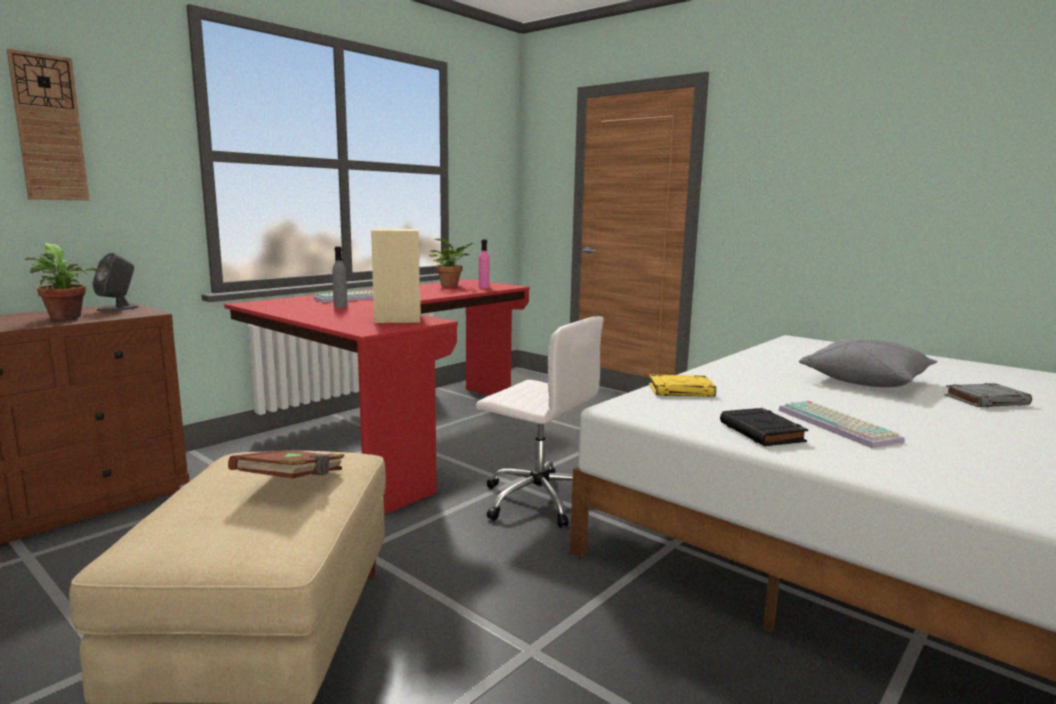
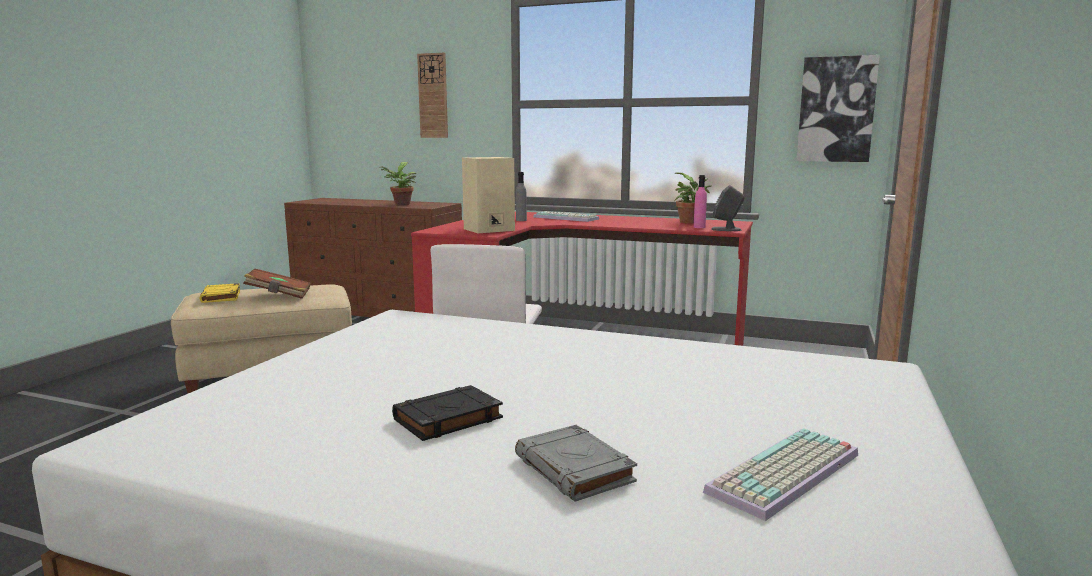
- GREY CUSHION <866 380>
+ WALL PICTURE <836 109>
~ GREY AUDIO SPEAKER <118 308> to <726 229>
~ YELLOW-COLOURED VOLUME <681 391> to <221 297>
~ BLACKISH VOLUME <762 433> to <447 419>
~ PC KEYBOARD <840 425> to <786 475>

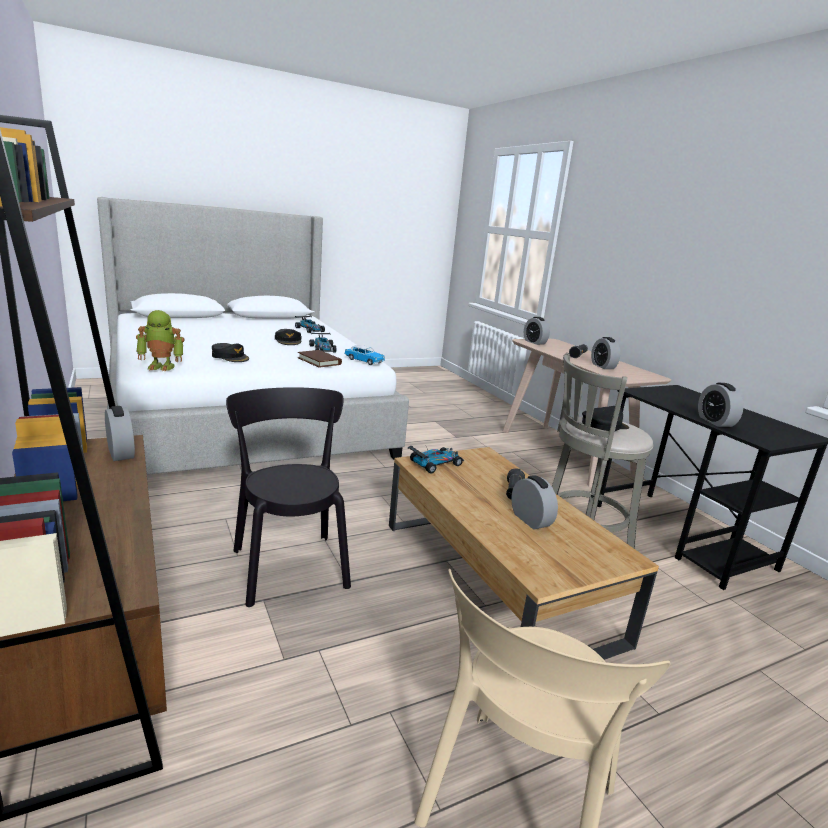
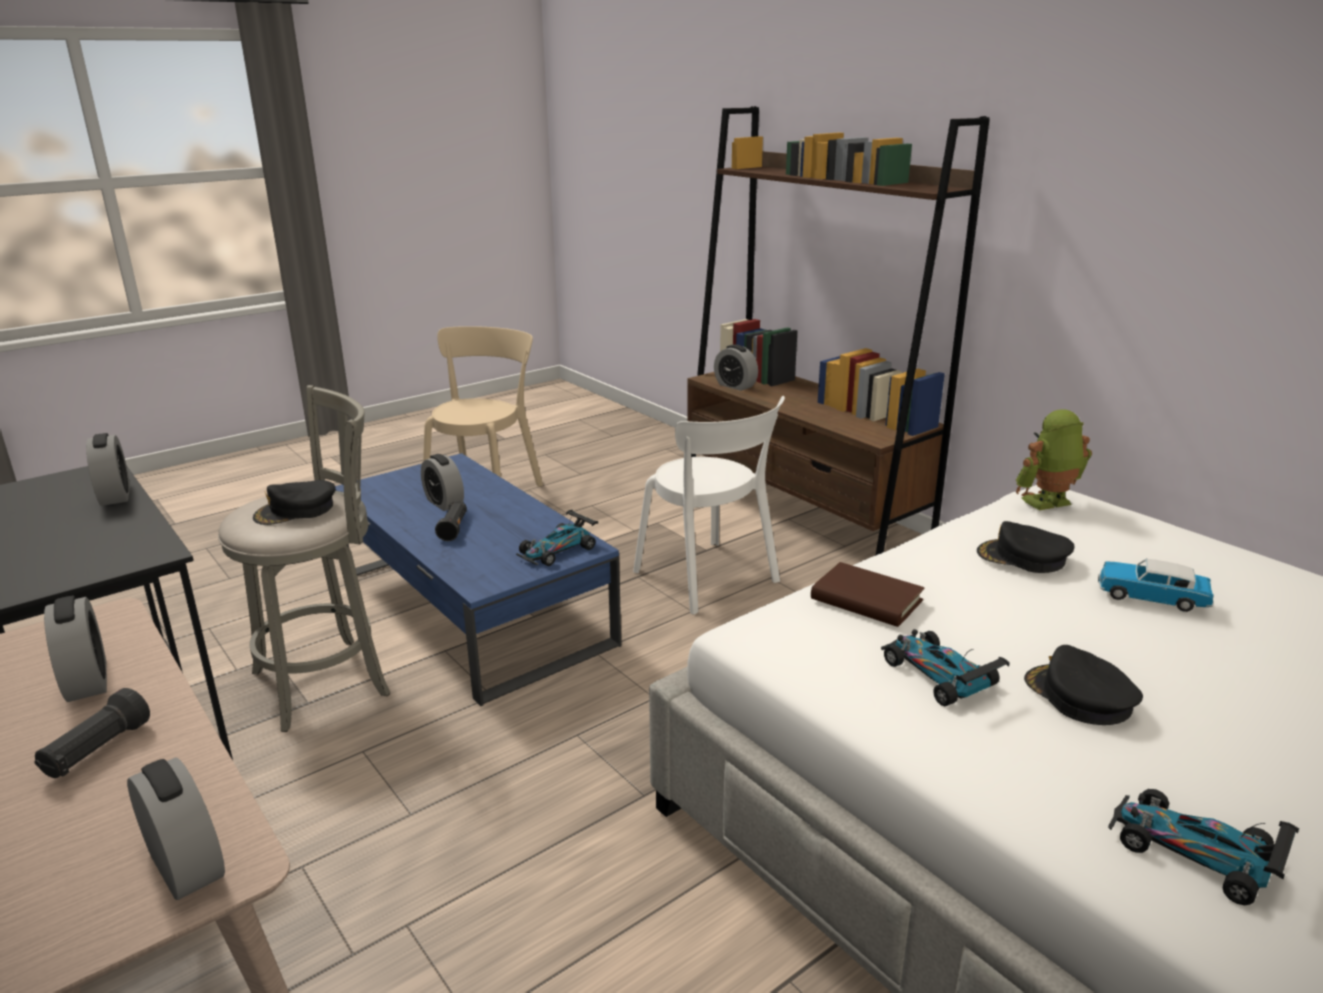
~ ALARM CLOCK <121 453> to <735 386>
~ MINIATURE CAR <364 361> to <1151 597>
~ BLACKISH PLAIN CHAIR <289 564> to WHITE-COLOURED PLAIN CHAIR <709 579>
~ BROWN LOUNGE TABLE <494 578> to BLUE LOUNGE TABLE <475 608>

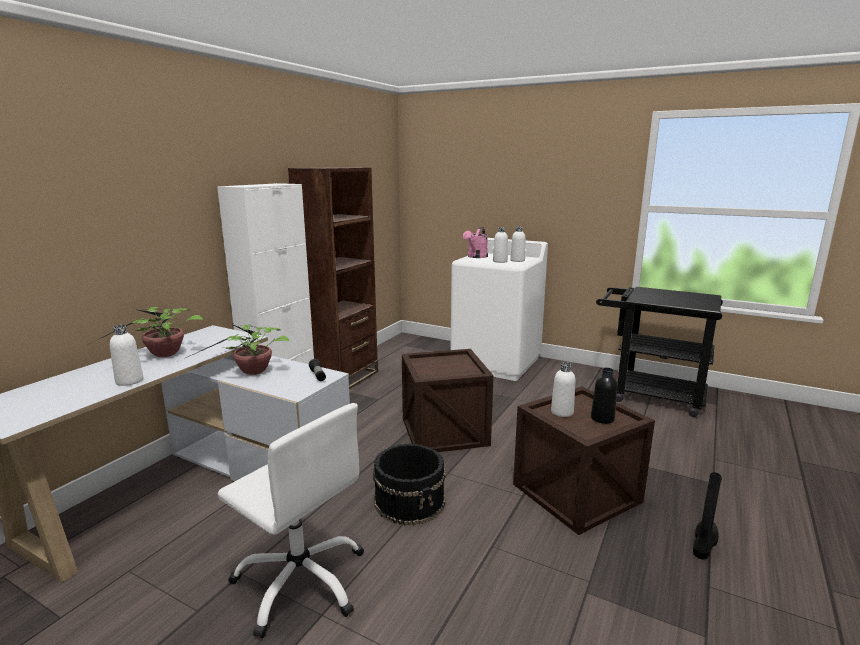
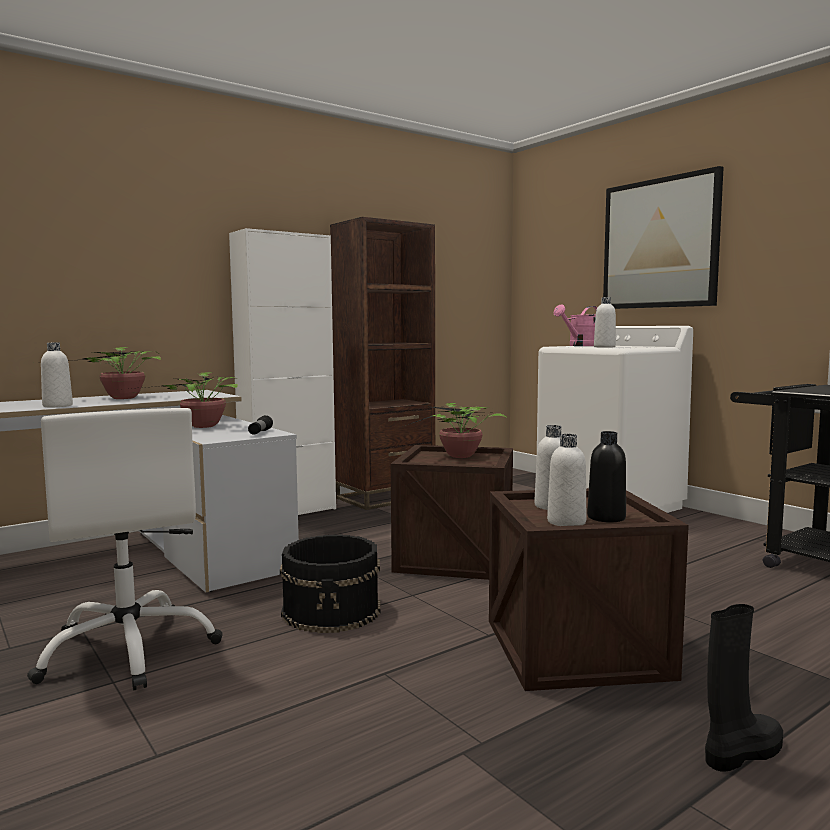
+ POTTED PLANT <458 456>
+ WALL PICTURE <660 243>
~ WHITE-COLOURED DRINK BOTTLE <517 260> to <566 522>

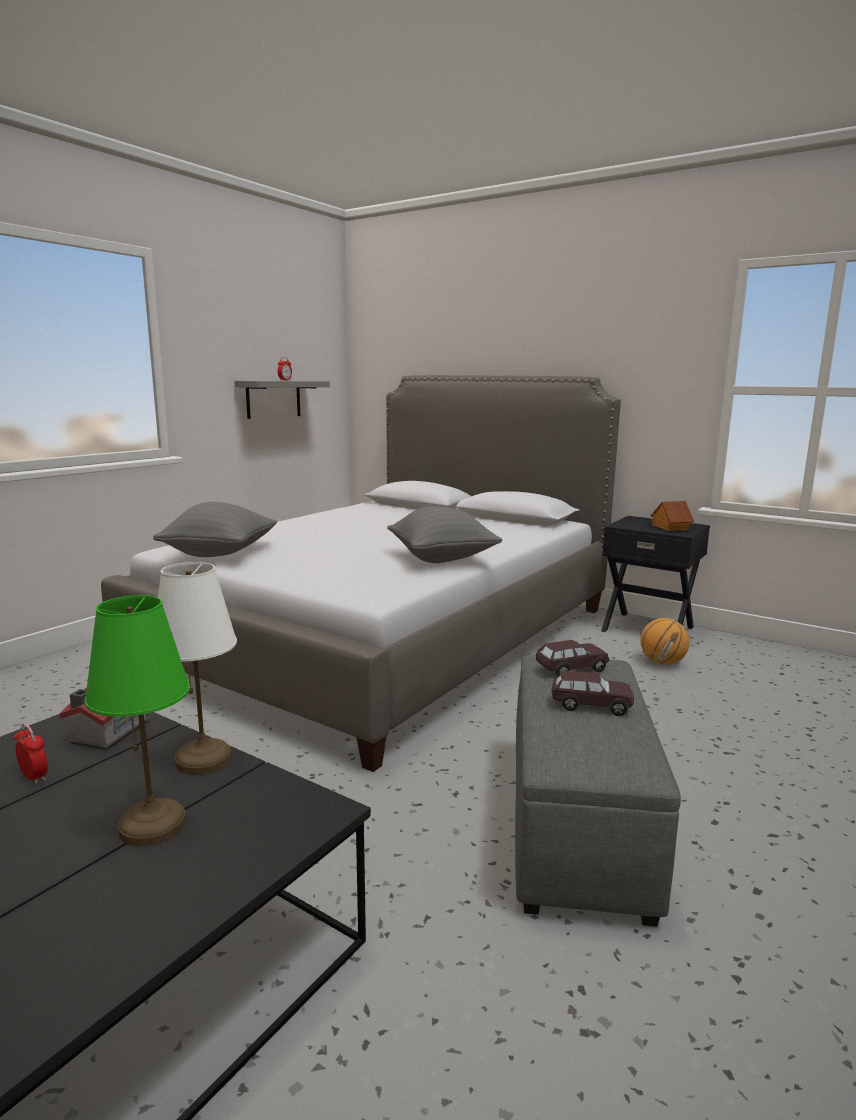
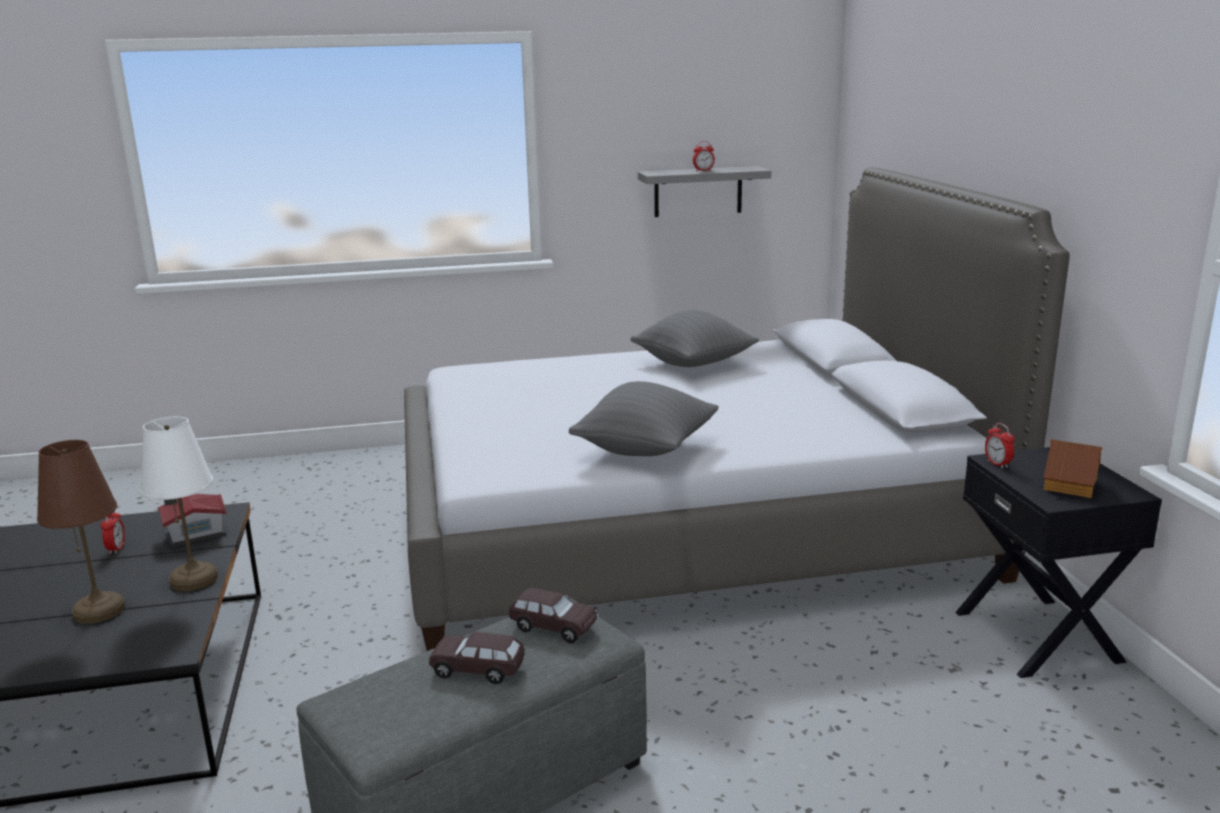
- BASKETBALL <662 662>
+ ALARM CLOCK <997 464>
~ GREY CUSHION <220 554> to <693 364>
~ GREEN-COLOURED LAMP FOR A TABLE <153 825> to BROWN LAMP FOR A TABLE <100 610>
~ BROWN MINIATURE CAR <591 705> = <478 669> 135 degrees clockwise

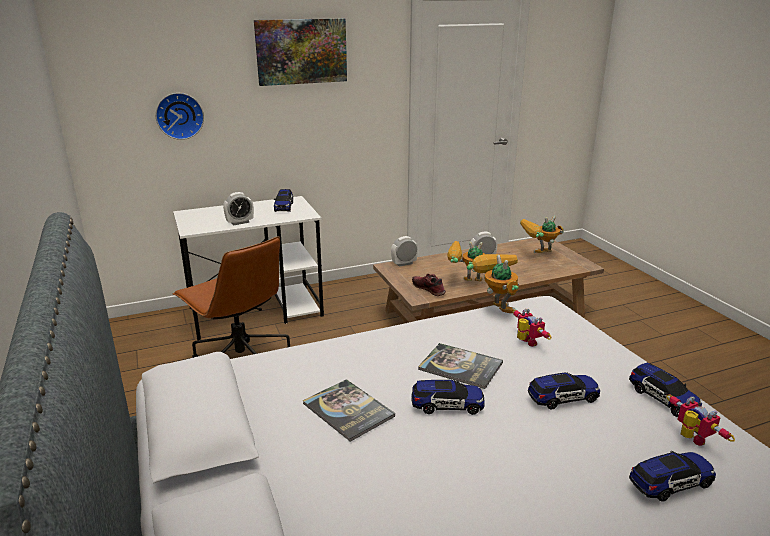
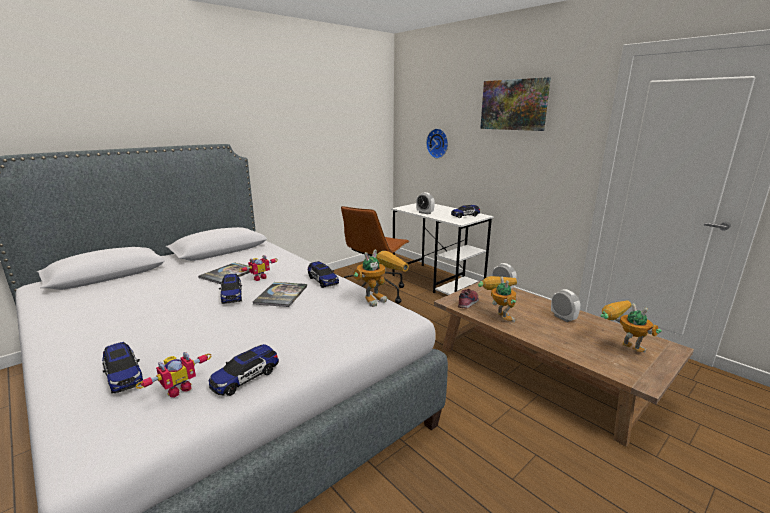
~ MODEL ROBOT <526 342> to <259 278>
~ MINIATURE CAR <563 398> to <323 280>

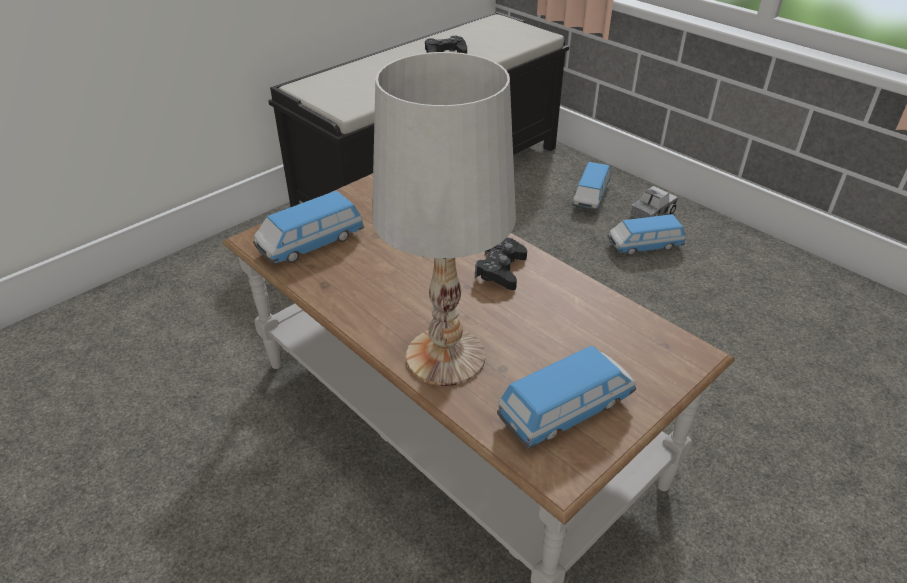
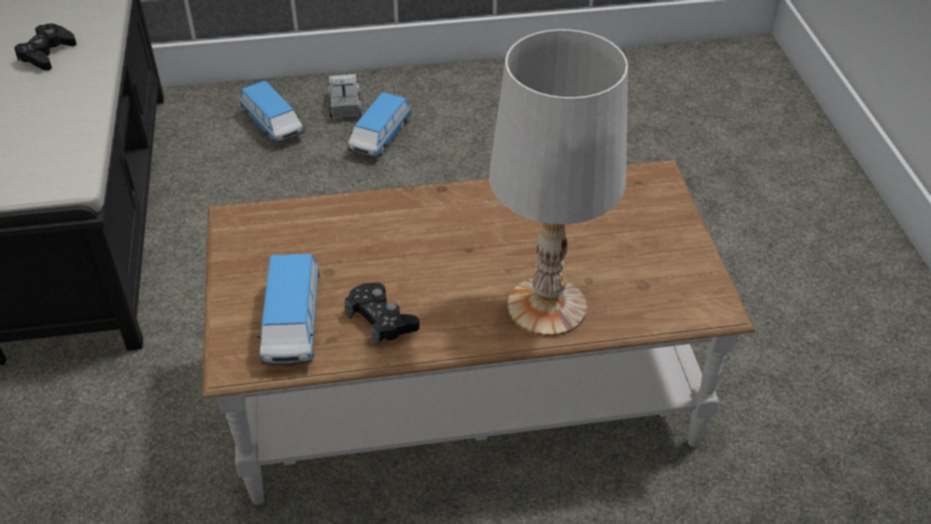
- MINIATURE CAR <566 410>
~ BLACKISH GAMEPAD <500 269> to <381 320>

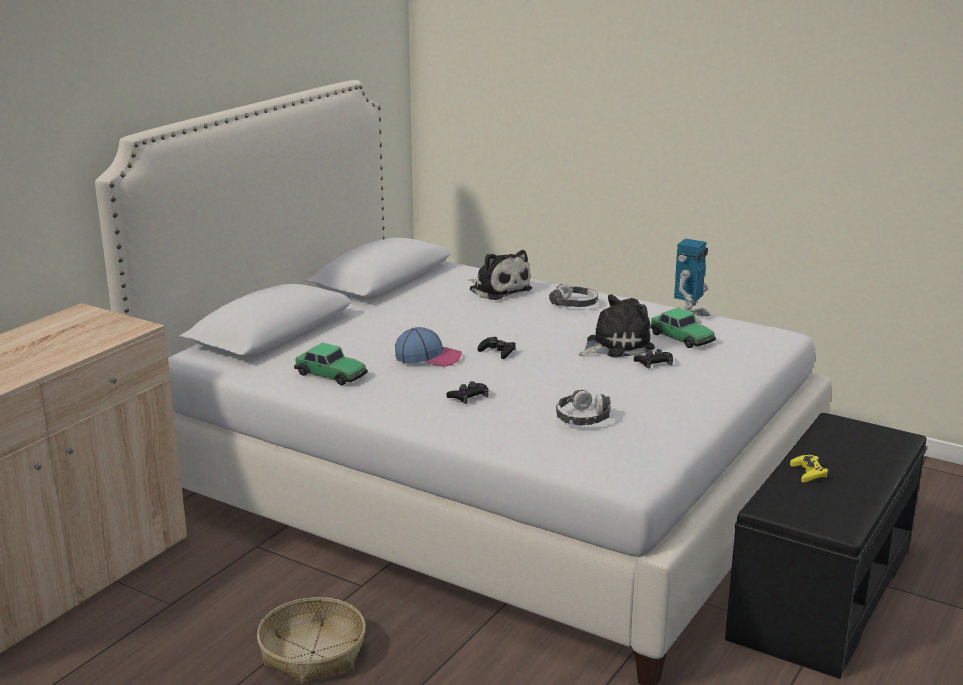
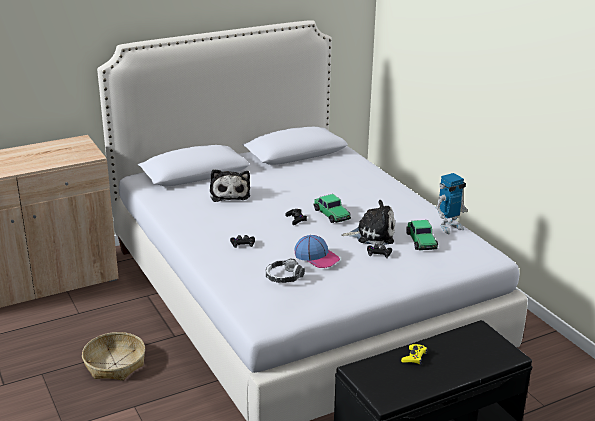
- HEADPHONES <574 304>
~ MINIATURE CAR <331 374> to <332 214>
~ PEAKED CAP <428 357> to <317 257>
~ CUDDLY TOY <498 289> to <229 194>

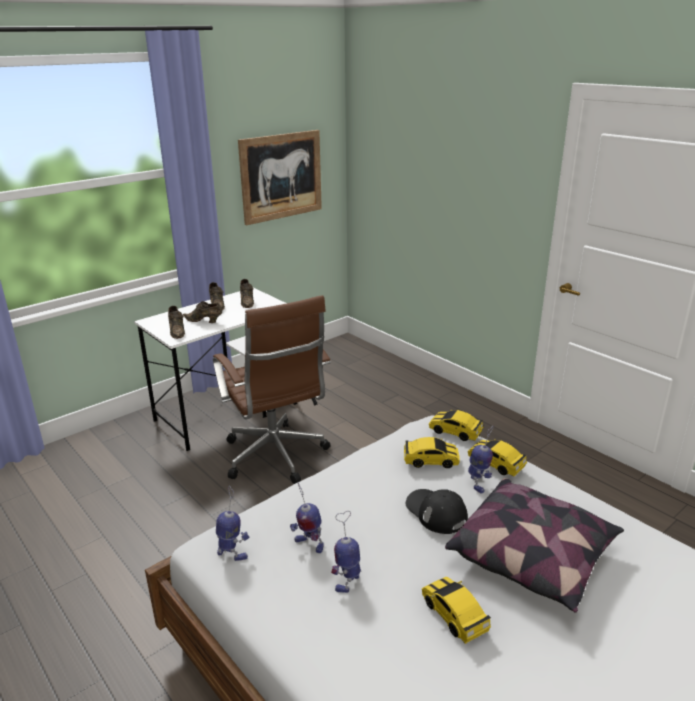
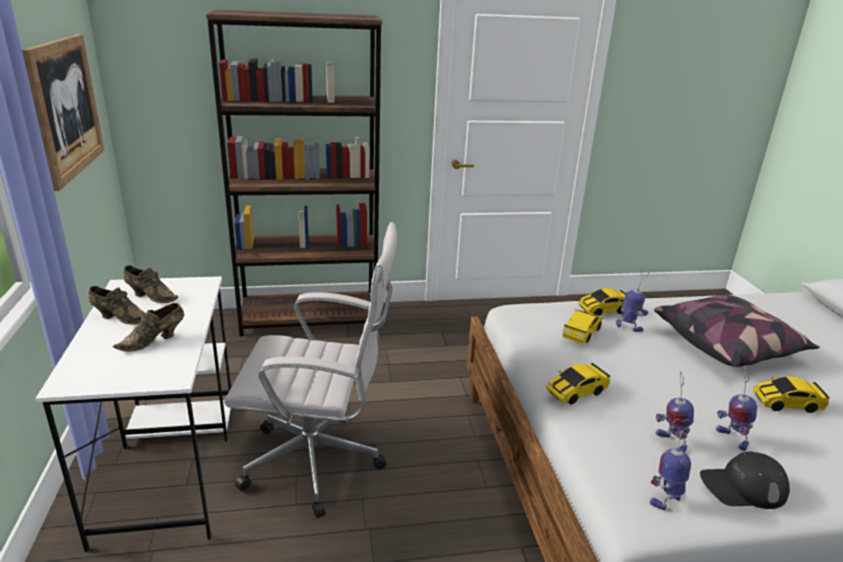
- BROWN ITEM OF FOOTWEAR <177 331>
+ BROWN BOOKSHELF <310 319>
~ BLACKISH PEAKED CAP <436 512> to <742 487>
~ MINIATURE CAR <455 432> to <576 392>
~ BROWN OFFICE CHAIR <276 457> to WHITE-COLOURED OFFICE CHAIR <319 463>
~ MODEL ROBOT <309 544> = <670 442> 90 degrees clockwise

